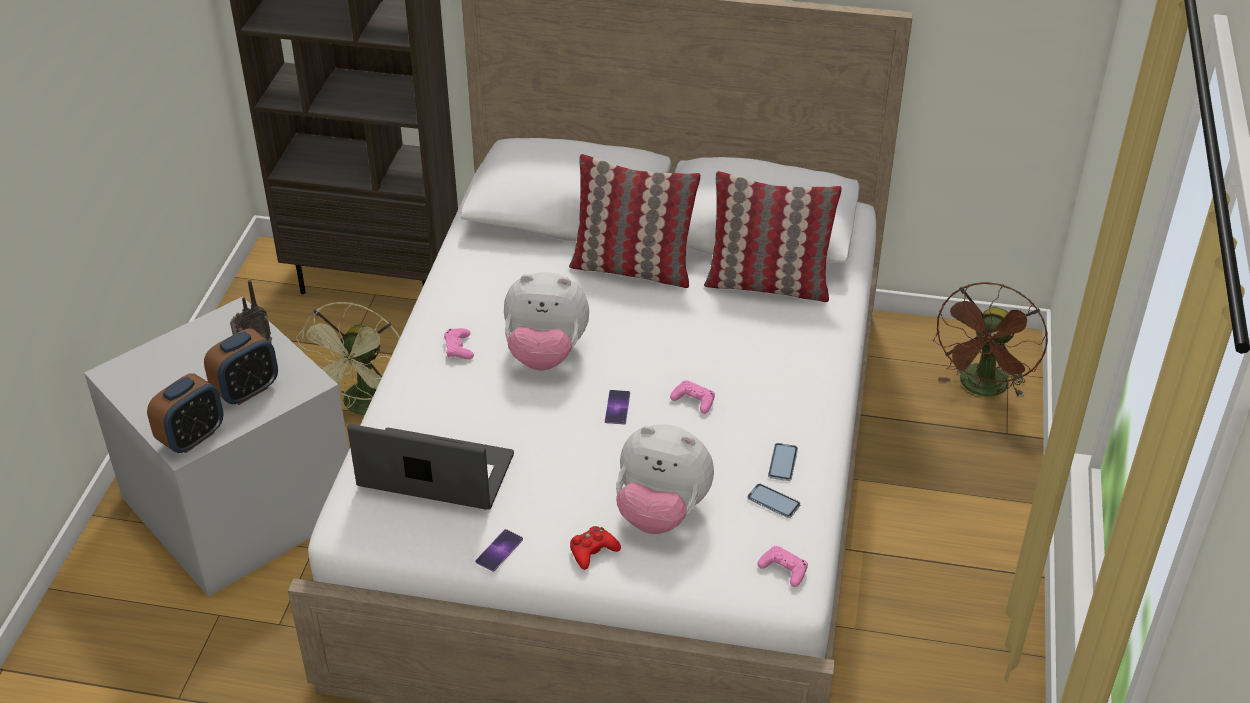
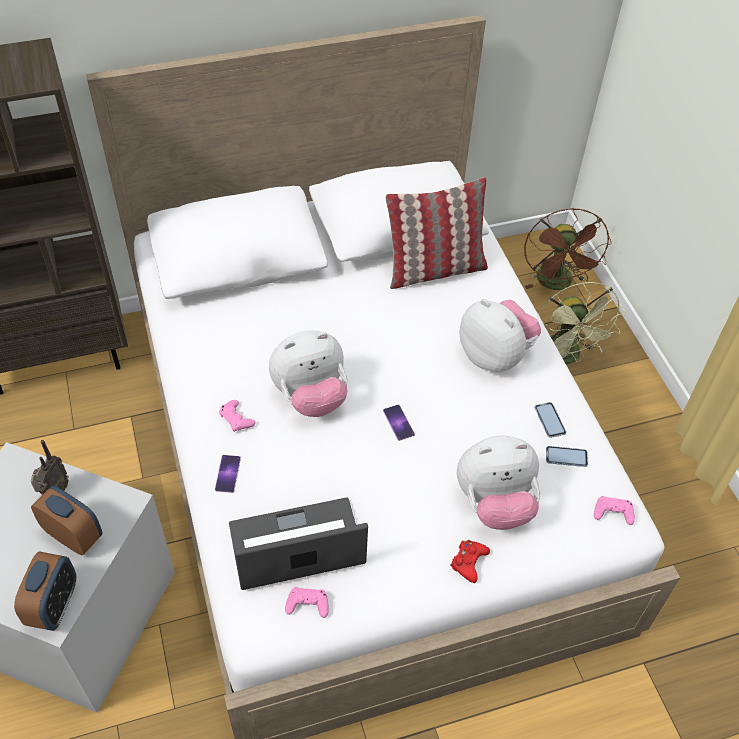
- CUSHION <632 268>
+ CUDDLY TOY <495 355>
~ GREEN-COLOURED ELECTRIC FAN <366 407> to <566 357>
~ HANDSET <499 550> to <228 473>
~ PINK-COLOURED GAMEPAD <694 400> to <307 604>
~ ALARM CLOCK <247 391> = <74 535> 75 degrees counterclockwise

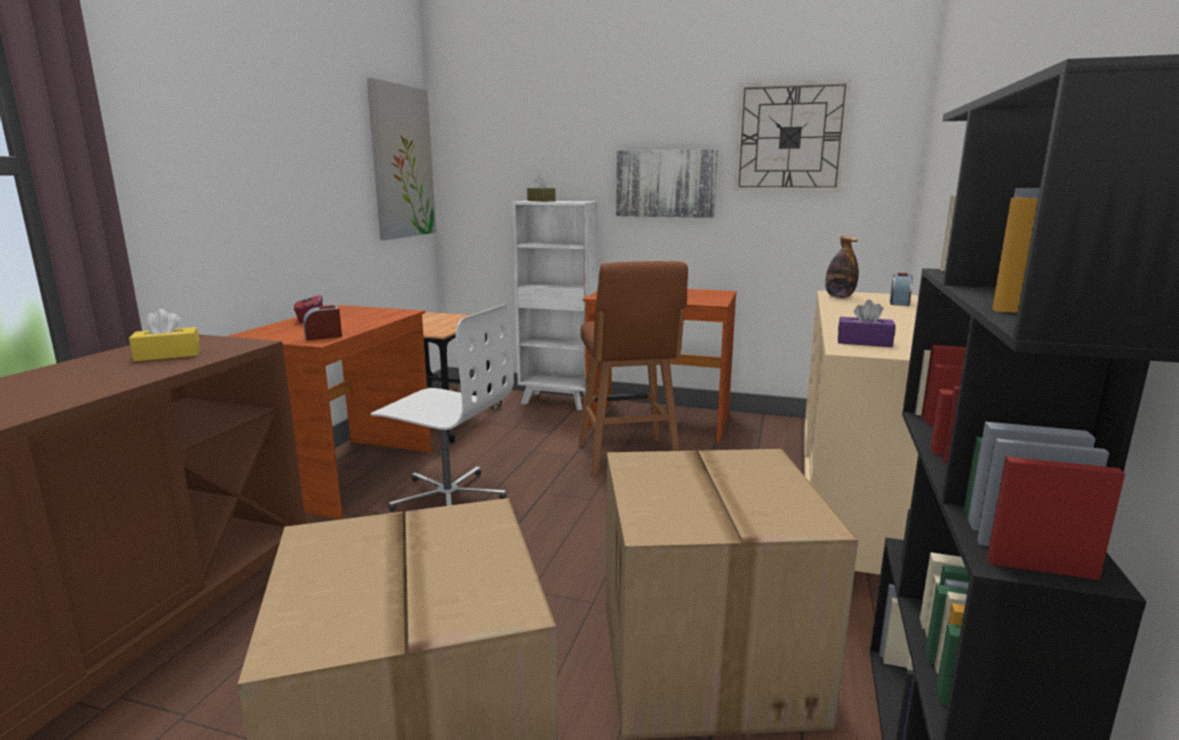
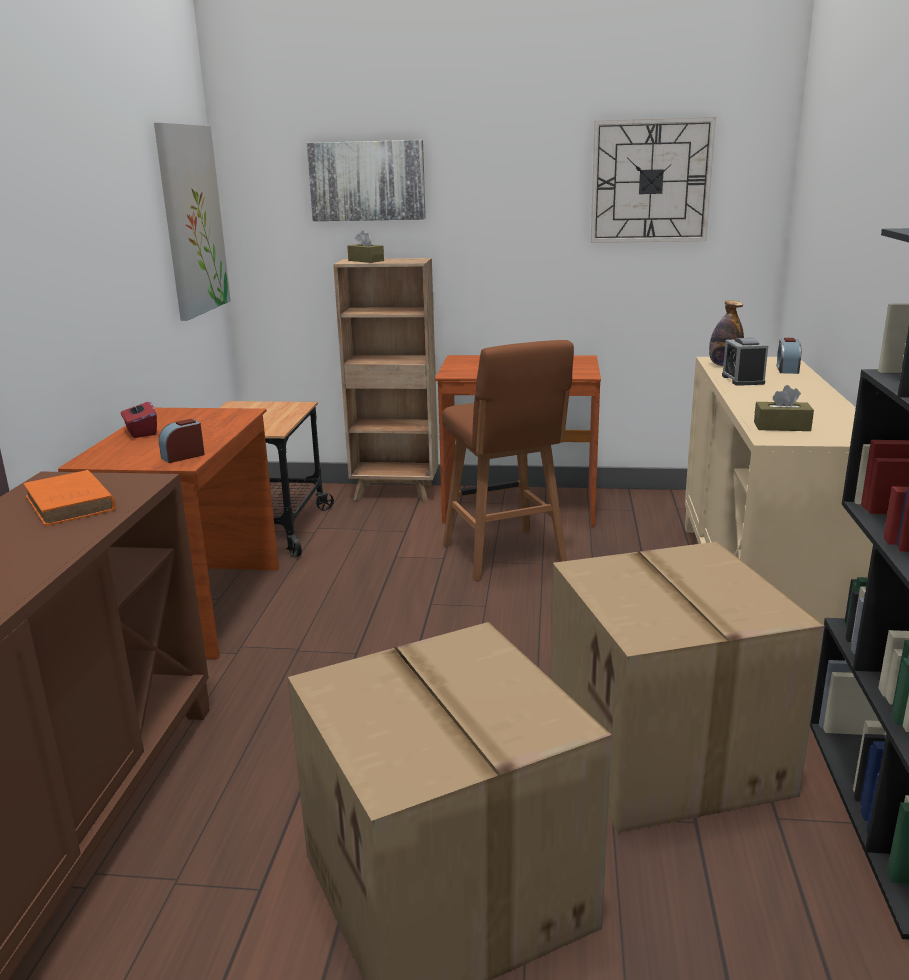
- WHITE-COLOURED OFFICE CHAIR <448 496>
+ ALARM CLOCK <743 379>
~ WALL PICTURE <665 183> to <367 181>
~ YELLOW-COLOURED TISSUE BOX <168 355> to ORANGE VOLUME <71 504>
~ WHITE-COLOURED BOOKSHELF <558 401> to BROWN BOOKSHELF <395 493>
~ PURPLE-COLOURED TISSUE BOX <864 342> to BROWN TISSUE BOX <782 426>

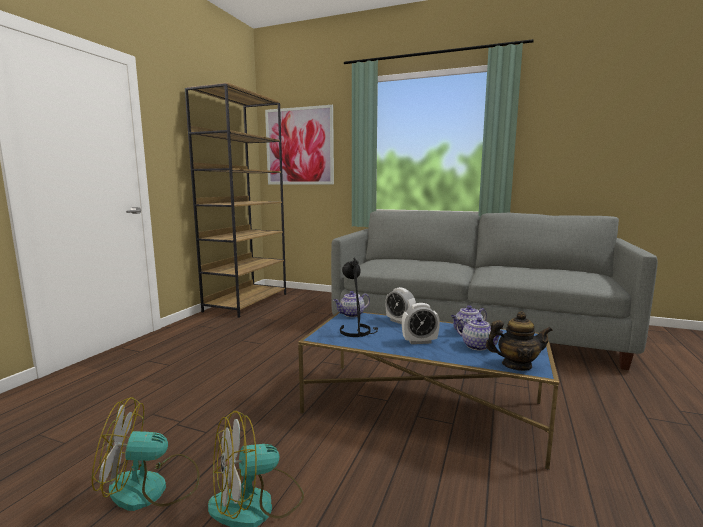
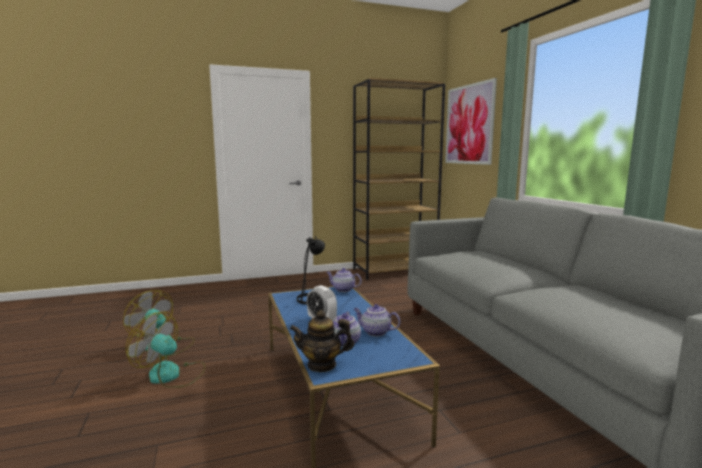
- ALARM CLOCK <400 321>
~ TEA POT <516 365> = <322 365> 120 degrees clockwise

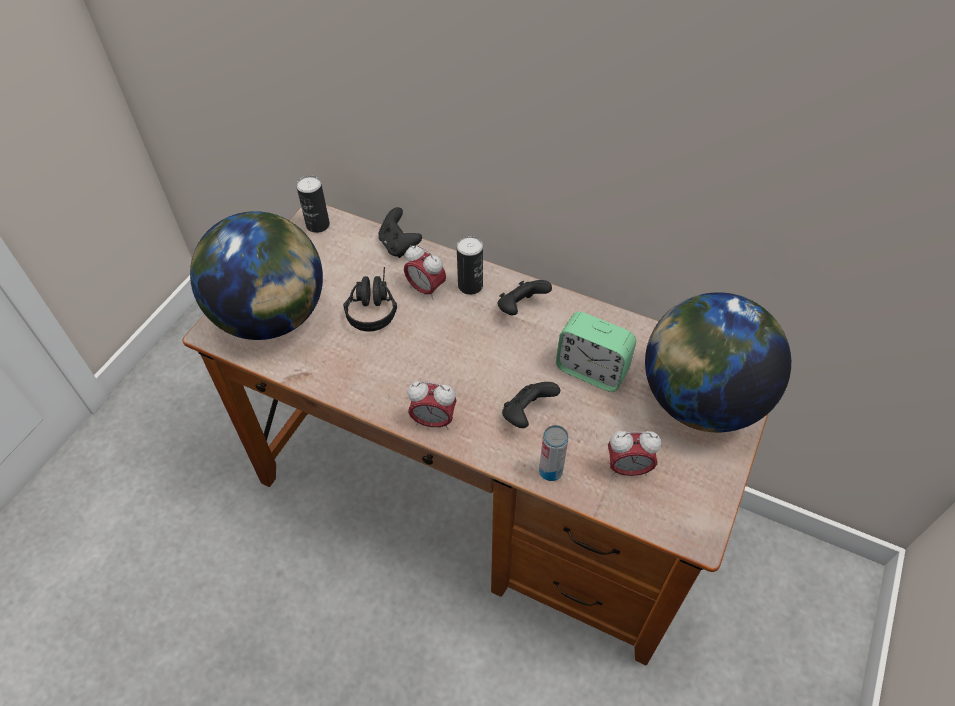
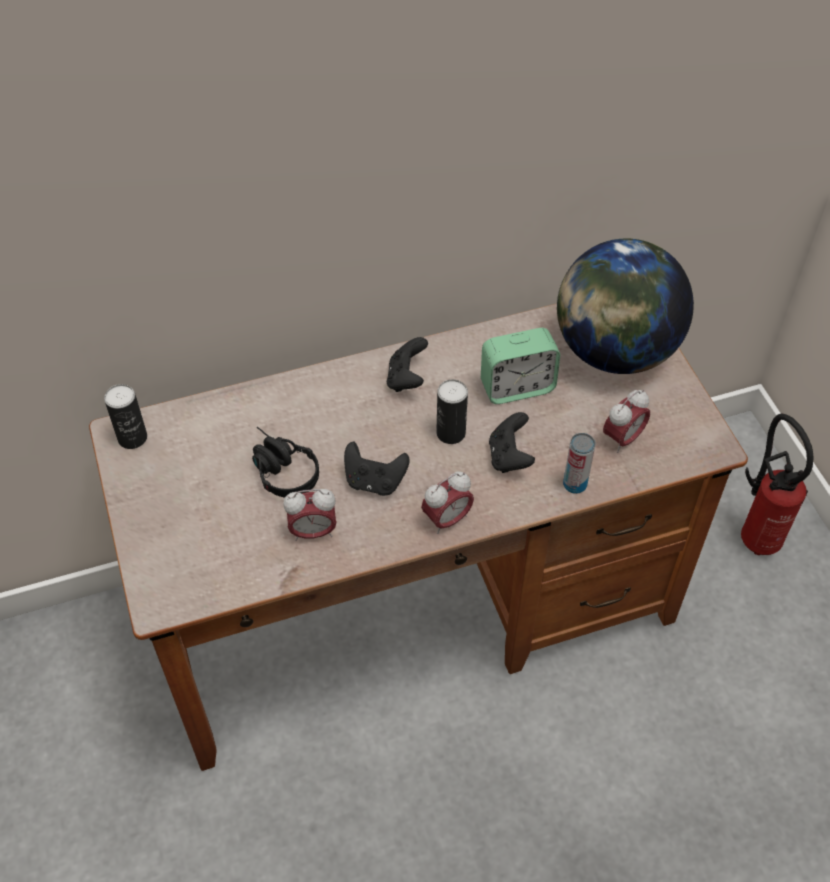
- DESK GLOBE <272 317>
+ EXTINGUISHER <758 535>
~ BLACKISH GAMEPAD <399 245> to <374 481>
~ ALARM CLOCK <426 289> to <313 532>
~ CAN <470 285> to <451 433>

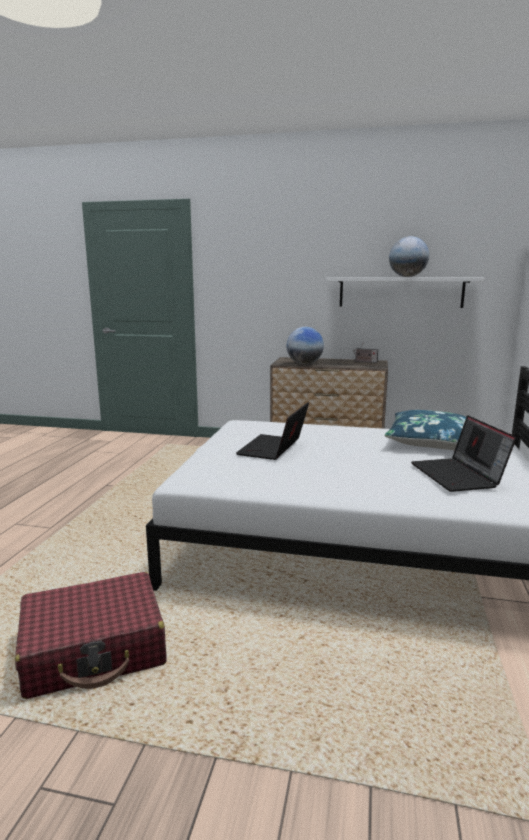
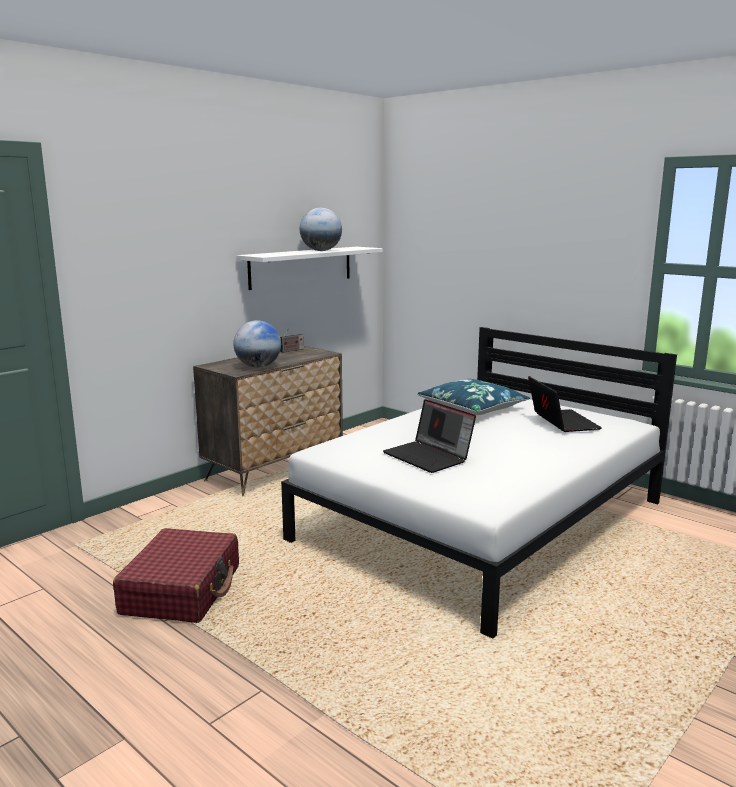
~ RED SUITCASE <95 649> to <182 590>
~ LAPTOP <459 475> = <561 422> 120 degrees counterclockwise

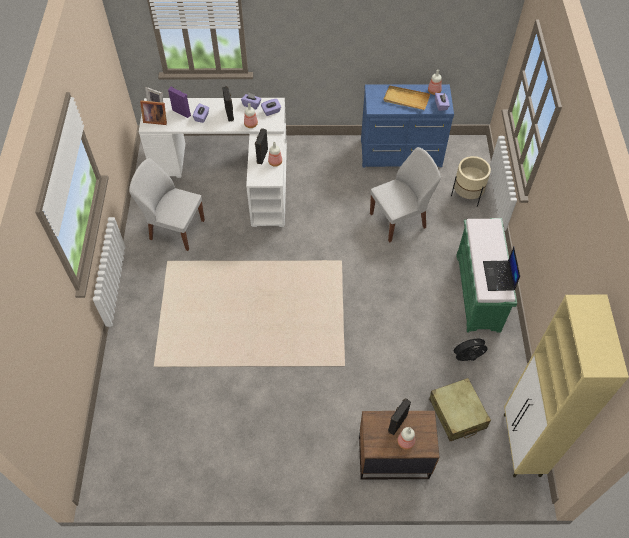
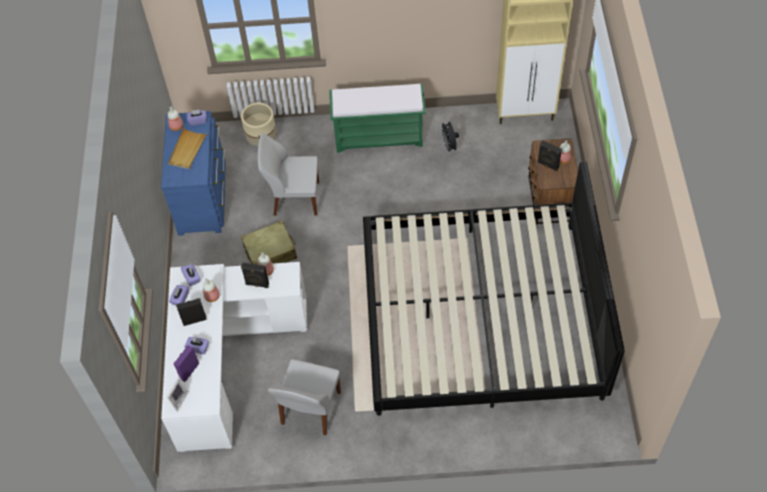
- PICTURE FRAME <155 119>
- LAPTOP <499 276>
+ BED <480 316>
~ SAND-COLOURED SUITCASE <457 413> to <270 252>
~ WHITE-COLOURED PLAIN CHAIR <399 220> = <294 198> 60 degrees counterclockwise

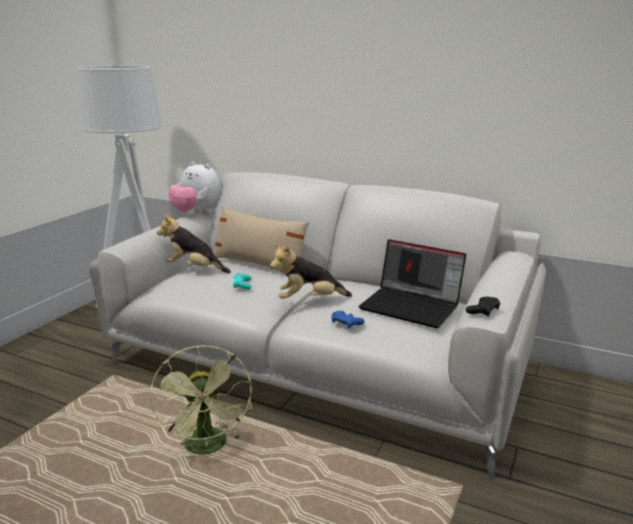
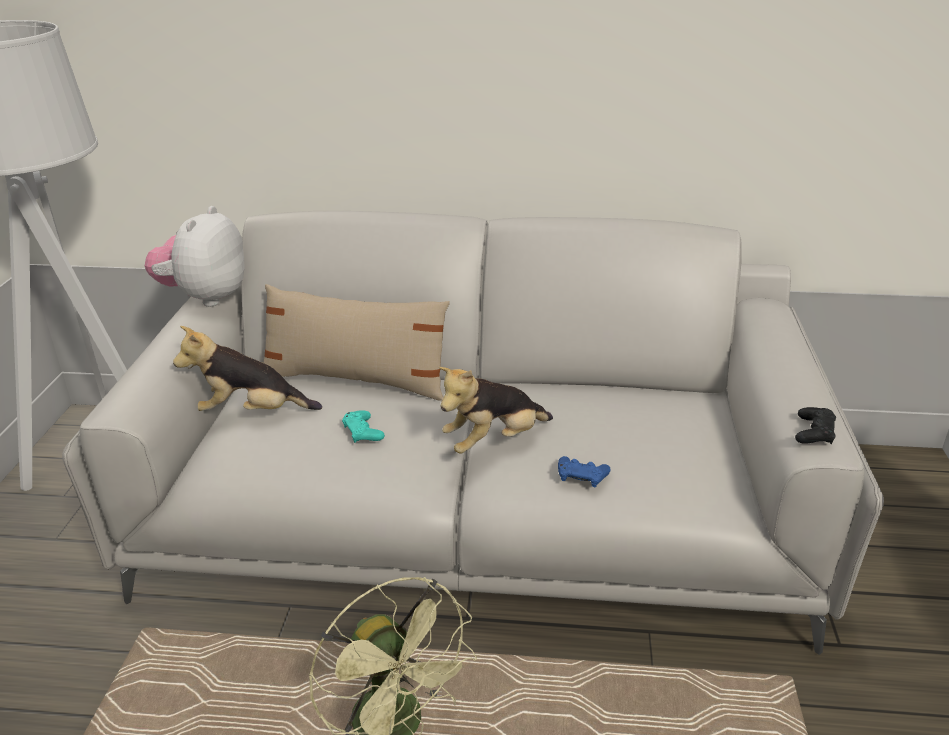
- LAPTOP <412 306>
~ CUDDLY TOY <197 213> = <205 297> 90 degrees clockwise

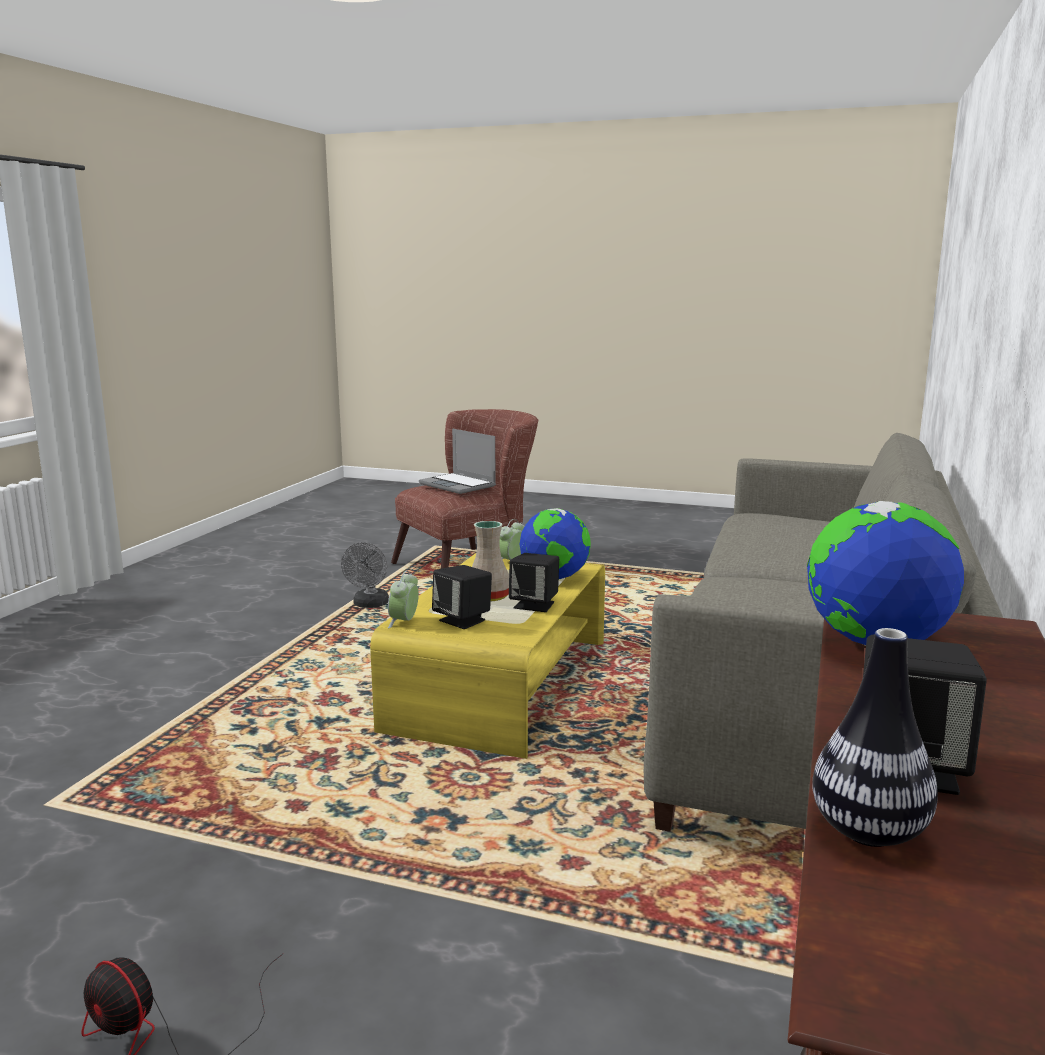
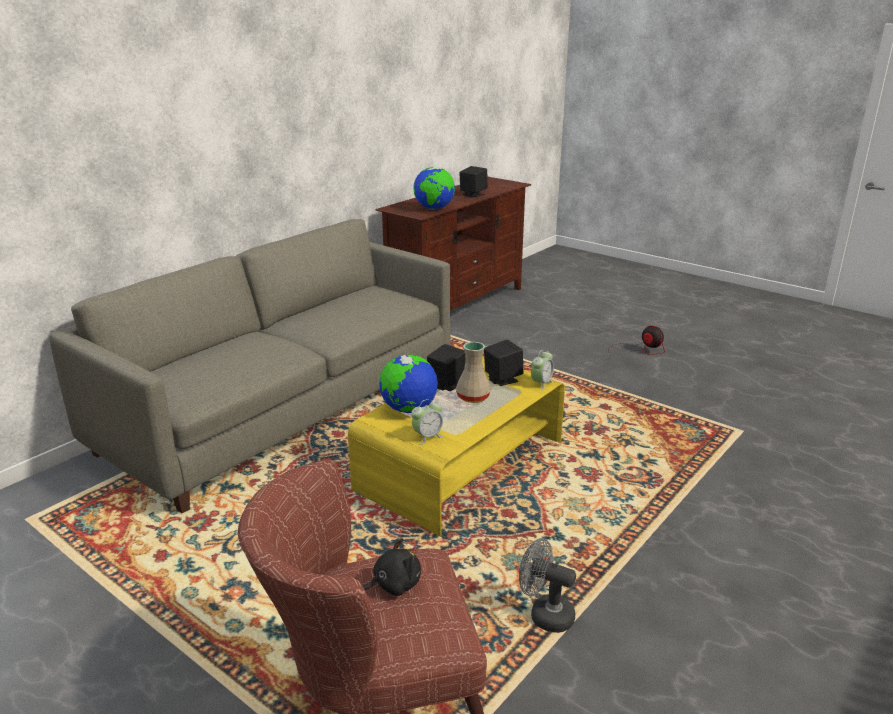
- VASE <868 832>
~ LAPTOP <459 485> to BLACKISH CUDDLY TOY <393 585>
~ GREY ELECTRIC FAN <369 605> = <545 614> 90 degrees counterclockwise

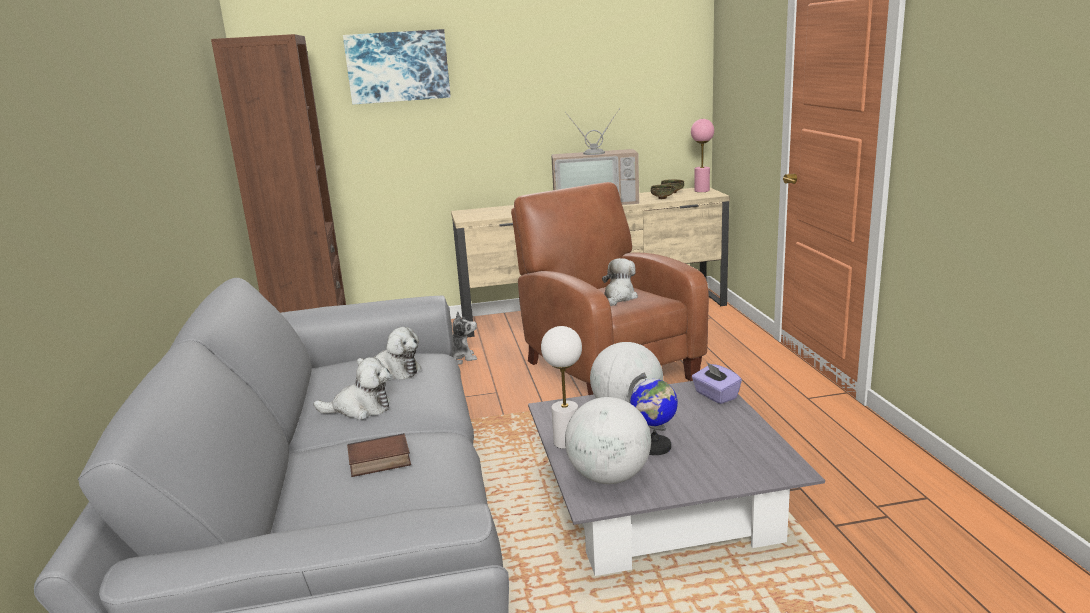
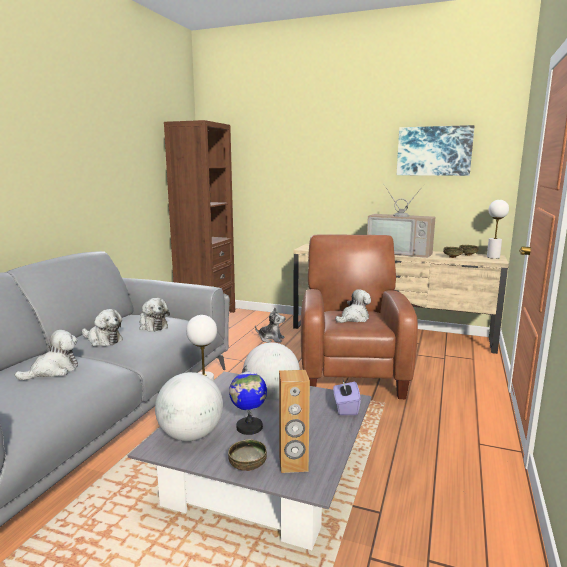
+ BOWL <248 467>
+ BROWN AUDIO SPEAKER <293 464>
~ WALL PICTURE <398 66> to <434 151>
~ VOLUME <379 462> to CUDDLY TOY <53 371>
~ PINK-COLOURED LAMP FOR A TABLE <701 190> to WHITE-COLOURED LAMP FOR A TABLE <493 257>

